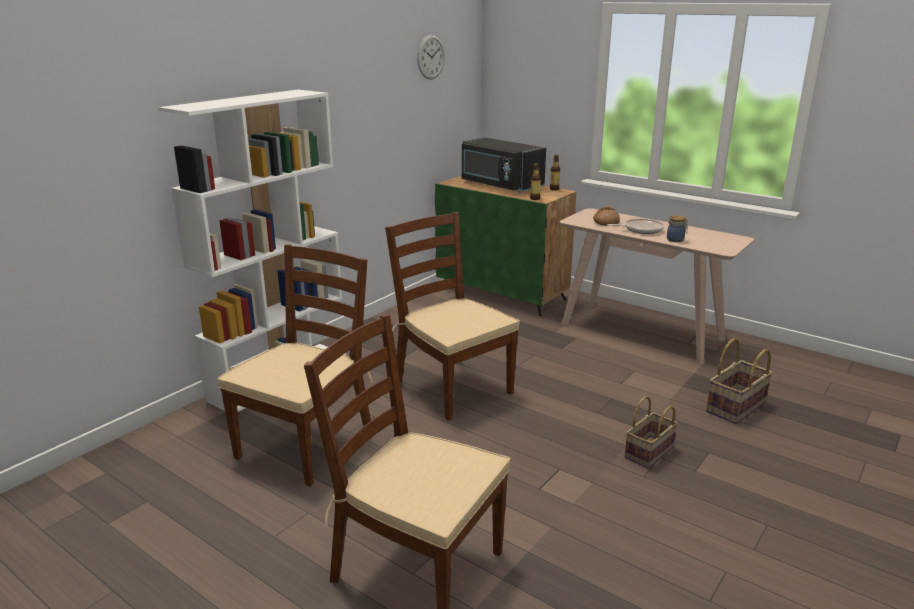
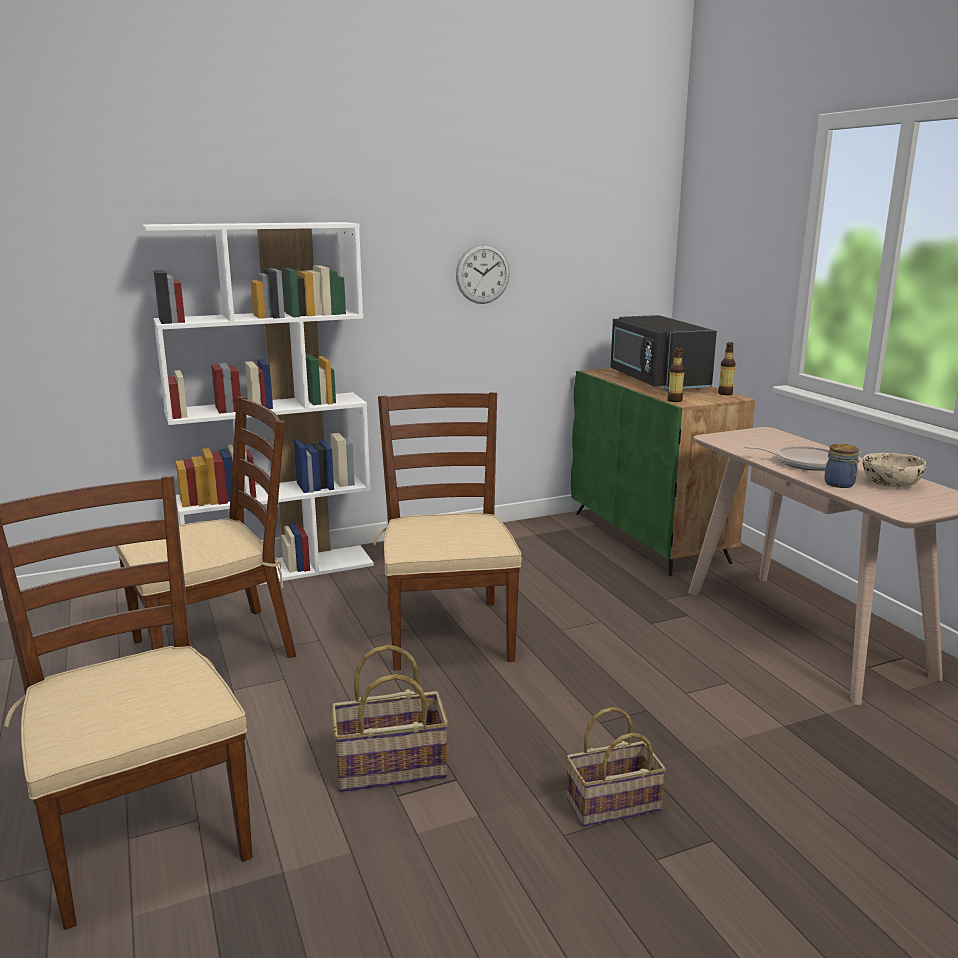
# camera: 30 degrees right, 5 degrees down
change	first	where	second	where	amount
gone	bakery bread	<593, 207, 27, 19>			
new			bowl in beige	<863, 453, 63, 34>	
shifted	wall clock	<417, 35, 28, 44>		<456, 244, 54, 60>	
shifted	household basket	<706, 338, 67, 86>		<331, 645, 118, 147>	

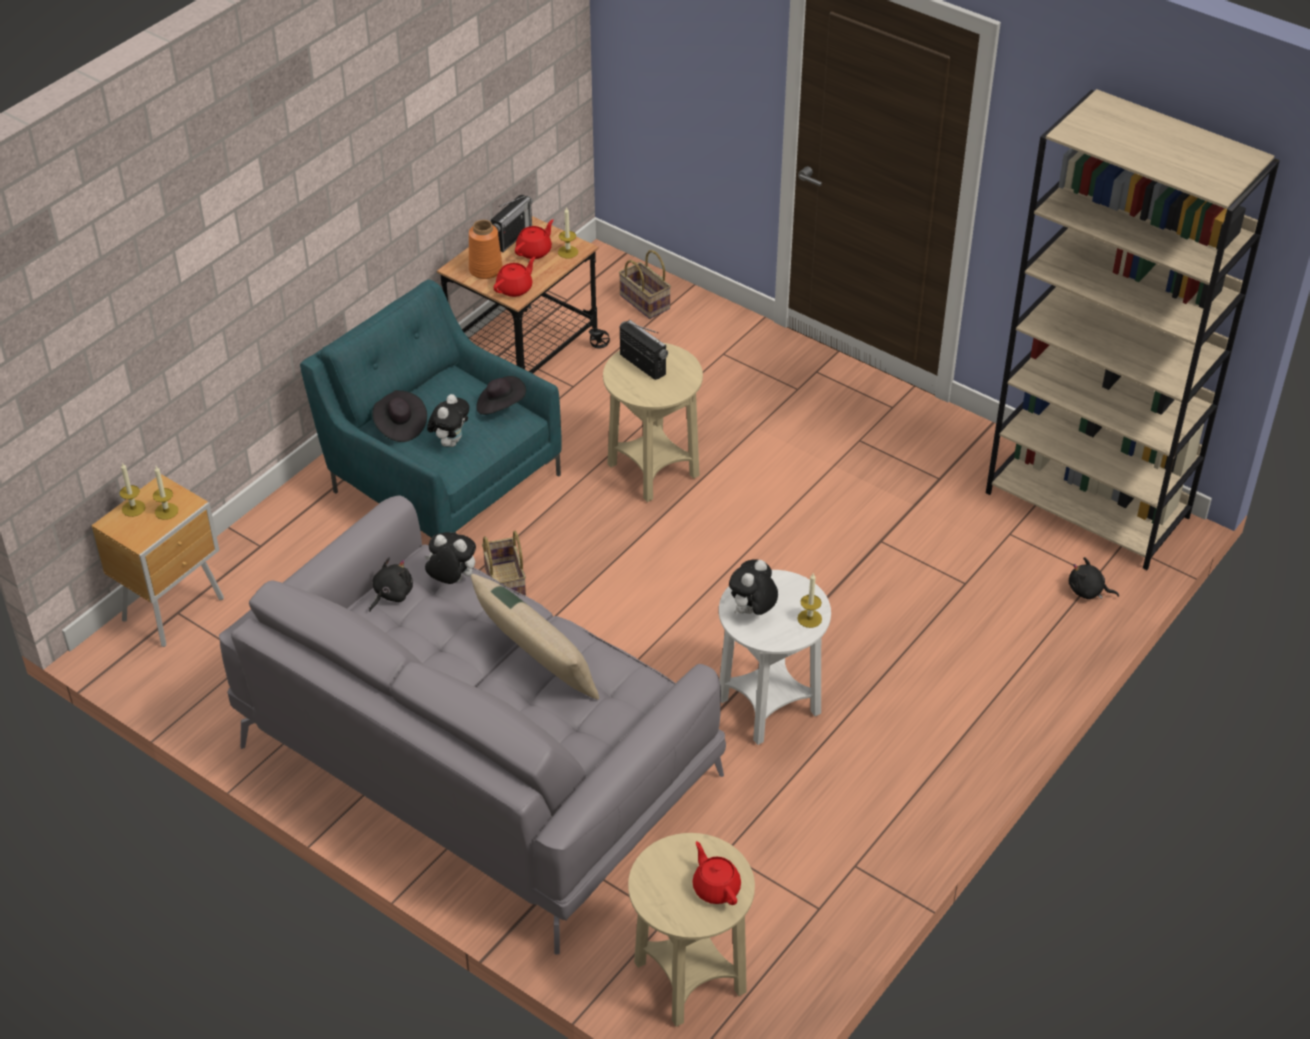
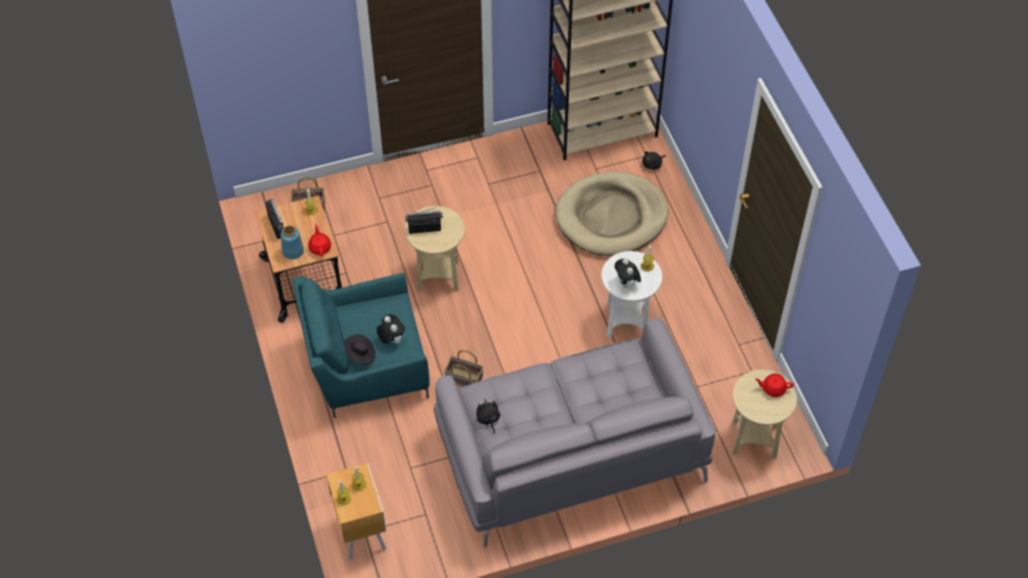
# camera: 55 degrees left, 10 degrees up
change	first	where	second	where	amount
gone	plush toy	<425, 532, 51, 52>			
gone	cushion in beige	<471, 574, 128, 126>			
gone	clothing hat in blackish	<476, 376, 50, 39>			
gone	pot for tea in red-coloured	<515, 219, 39, 40>			
new			pet bed in beige	<556, 171, 112, 85>	
repainted	flower vase in orangey	<469, 220, 34, 59>	flower vase in blue-coloured	<281, 226, 23, 34>	

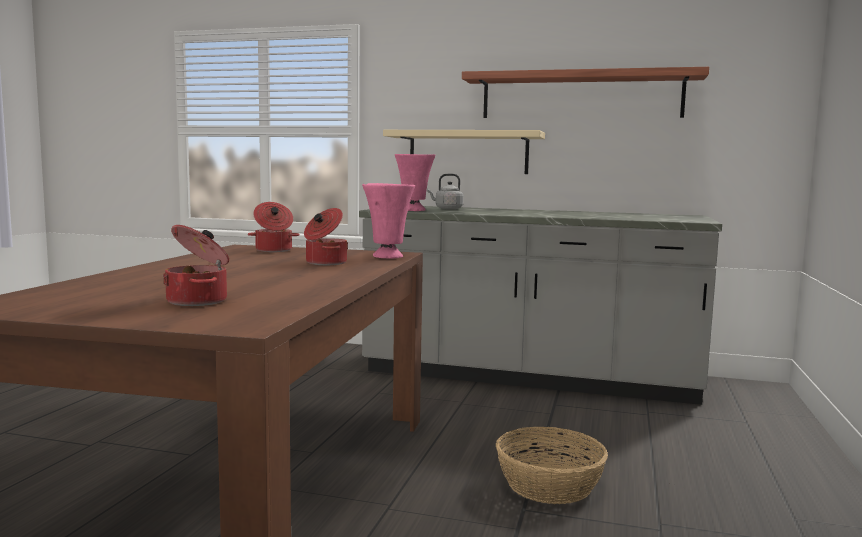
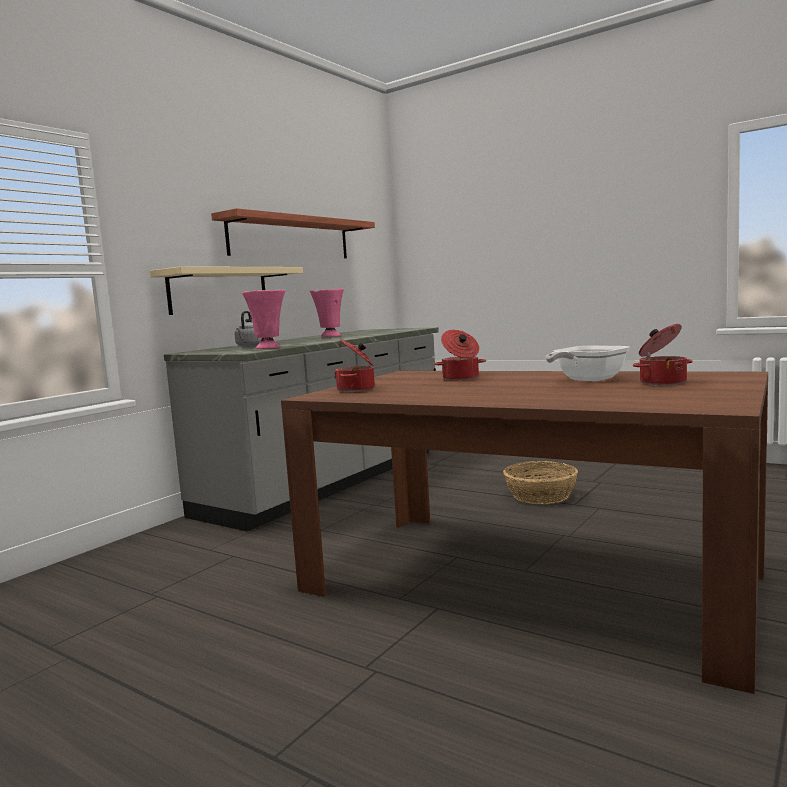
# camera: 70 degrees left, 0 degrees up
change	first	where	second	where	amount
new			pan	<545, 346, 85, 35>	
shifted	flower vase in pink-coloured	<362, 183, 53, 76>		<310, 289, 34, 48>	

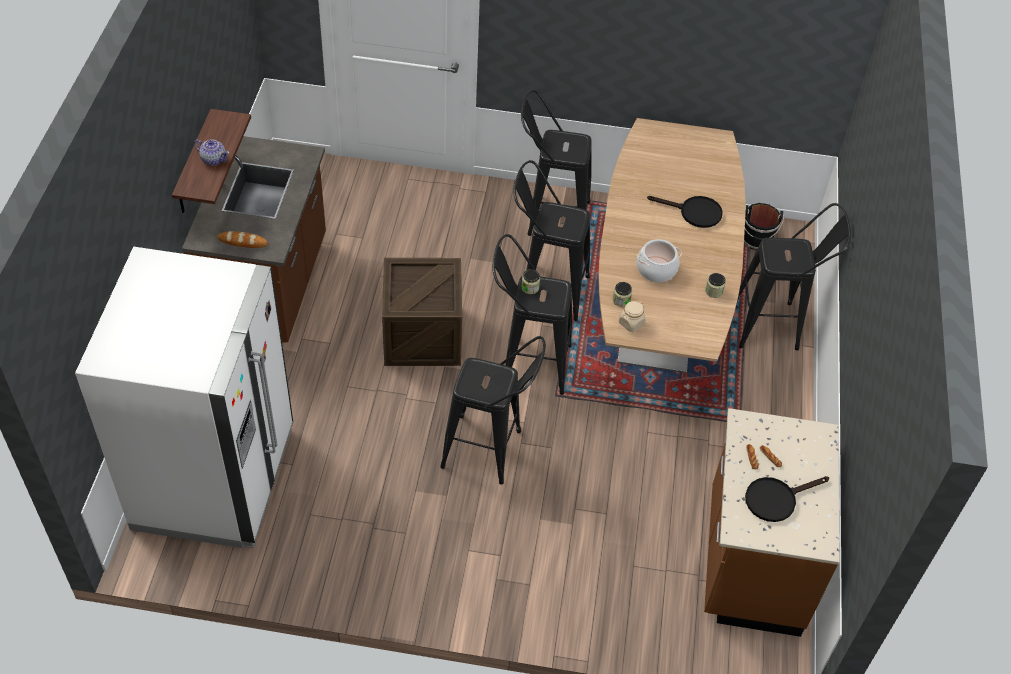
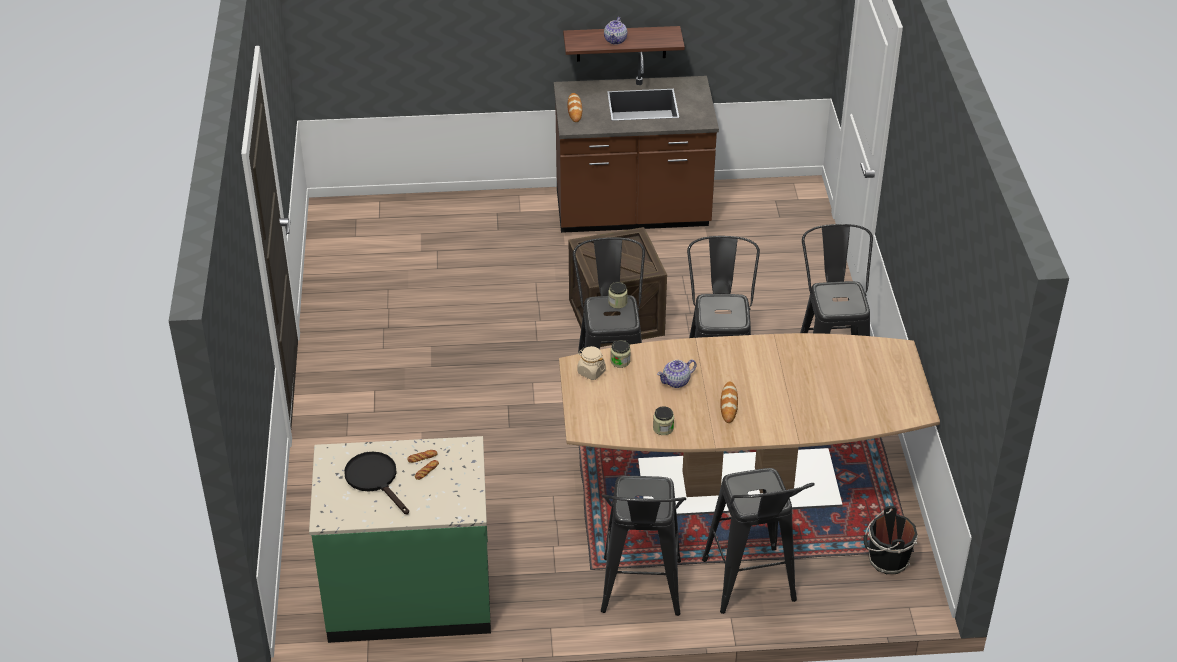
# camera: 80 degrees right, 10 degrees down
change	first	where	second	where	amount
gone	fridge in white	<75, 247, 218, 301>			
gone	pan in blackish	<647, 196, 76, 32>			
new			bakery bread	<720, 382, 18, 41>	
shifted	stool in blackish	<440, 336, 106, 148>		<601, 476, 85, 140>	
swapped	stockpot	<637, 239, 45, 43>	pot for tea	<657, 359, 39, 29>	
repainted	kitchen counter in brown	<704, 408, 136, 229>	kitchen counter in green-coloured	<309, 436, 182, 207>	

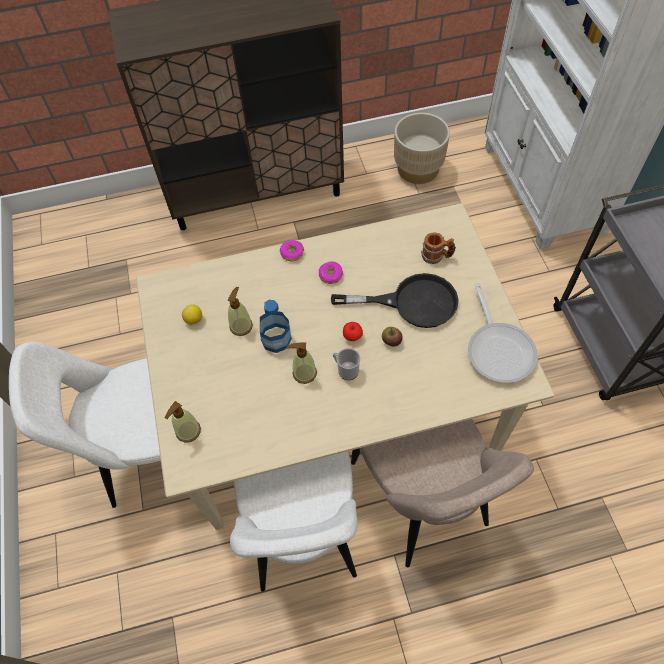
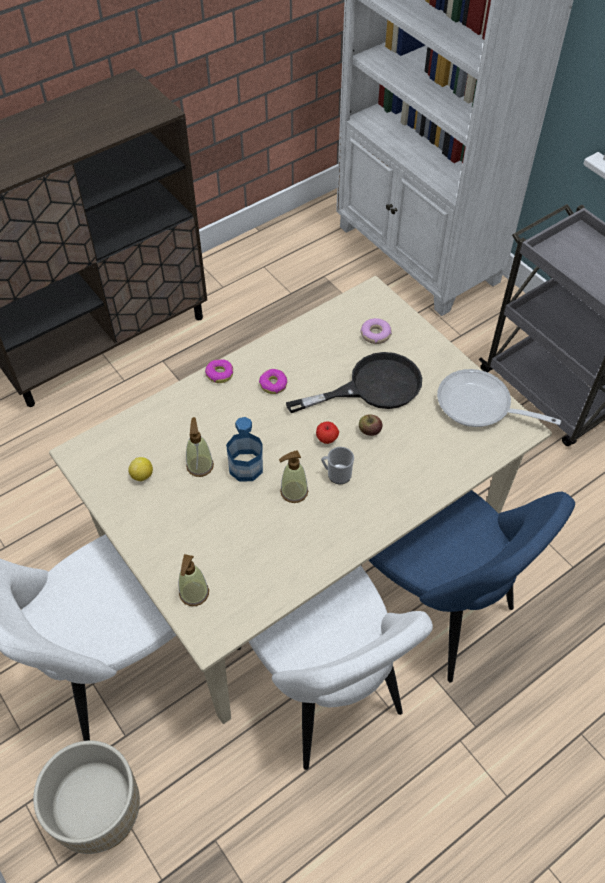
# camera: 25 degrees left, 5 degrees down
change	first	where	second	where	amount
shifted	flower pot in beige	<394, 113, 56, 71>		<33, 741, 107, 113>	
swapped	coffee mug	<421, 233, 35, 31>	doughnut	<360, 318, 32, 26>	
repainted	upright chair in beige	<351, 419, 183, 148>	upright chair in blue-coloured	<361, 490, 214, 192>	
rotated	pan	<468, 283, 70, 100>		<437, 369, 124, 58>	150 degrees clockwise

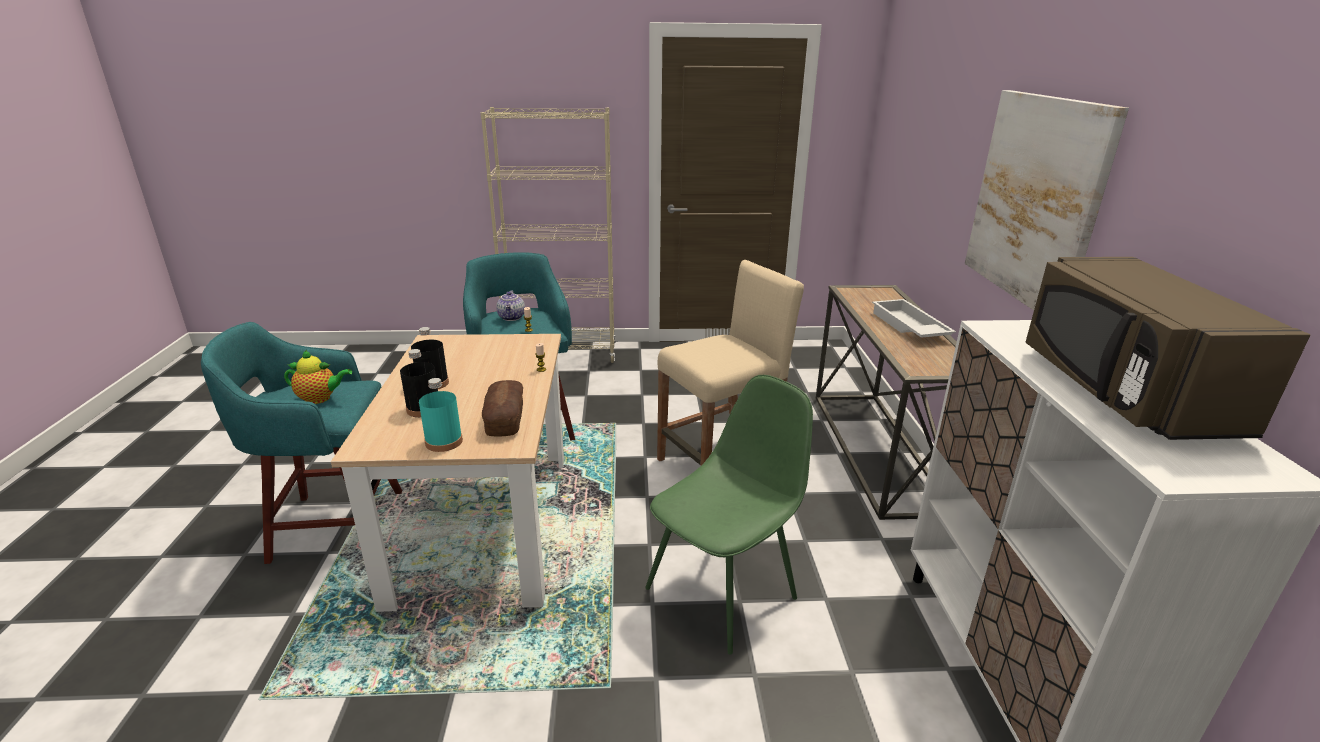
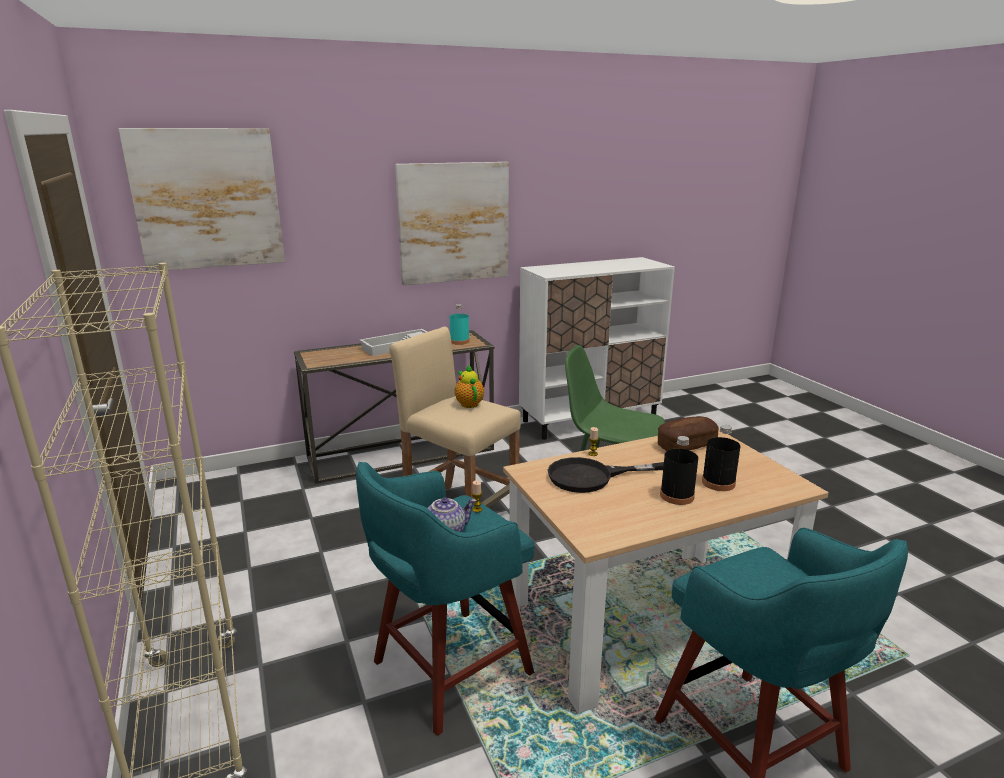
# camera: 110 degrees left, 5 degrees down
change	first	where	second	where	amount
gone	microwave in brown	<1026, 257, 284, 183>			
new			wall art	<118, 128, 167, 143>	
new			pan in blackish	<548, 457, 116, 36>	
shifted	pot for tea	<284, 350, 68, 54>		<454, 365, 30, 43>	
shifted	drink bottle in blue-green	<419, 378, 44, 74>		<450, 304, 19, 41>	

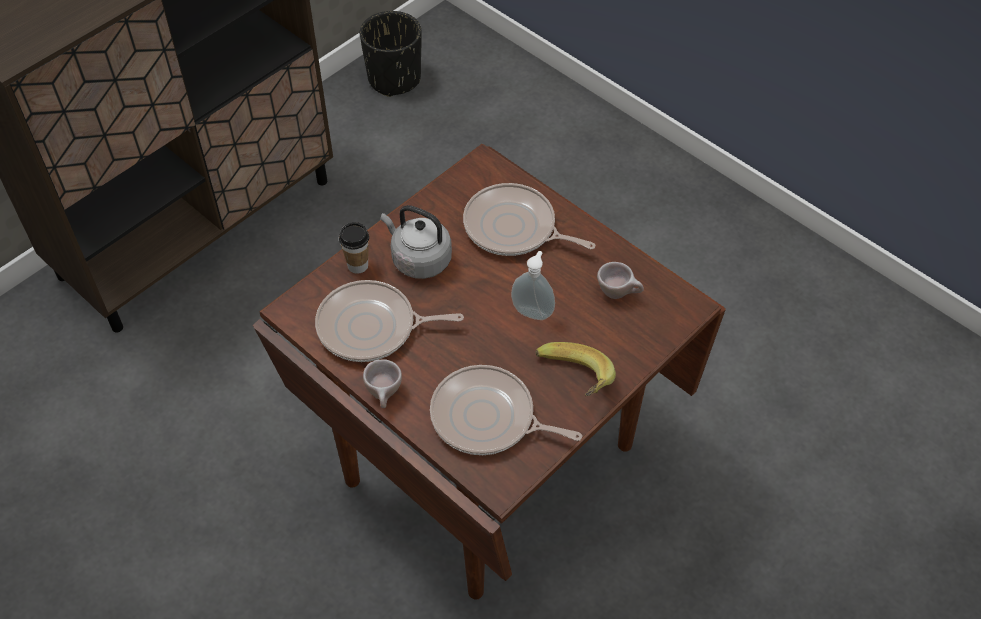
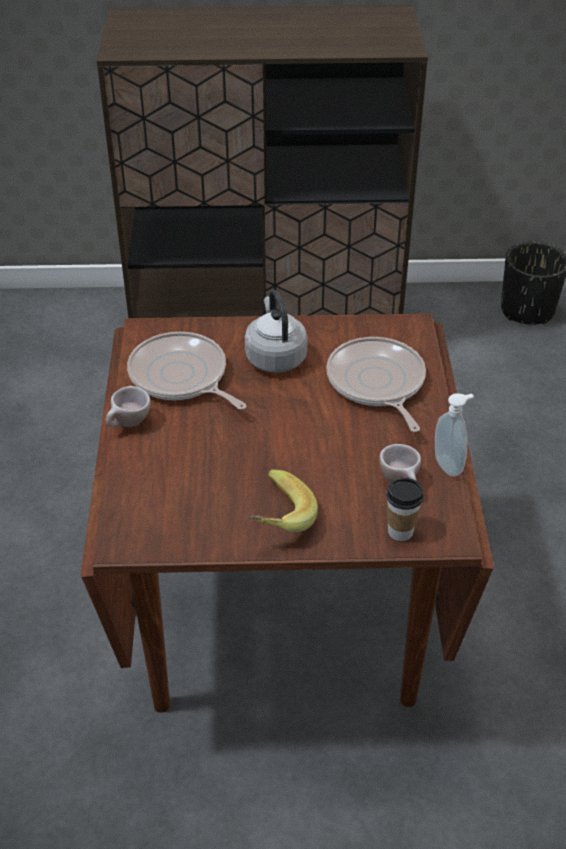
# camera: 45 degrees right, 10 degrees down
change	first	where	second	where	amount
gone	pan	<430, 365, 152, 90>			
shifted	drinking cup	<339, 222, 30, 52>		<386, 478, 37, 63>	
shifted	soap bottle	<511, 251, 44, 69>		<435, 393, 39, 83>	

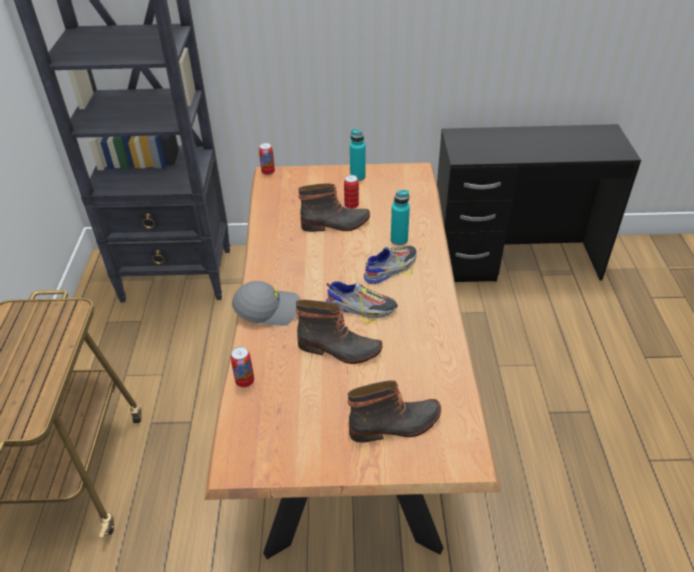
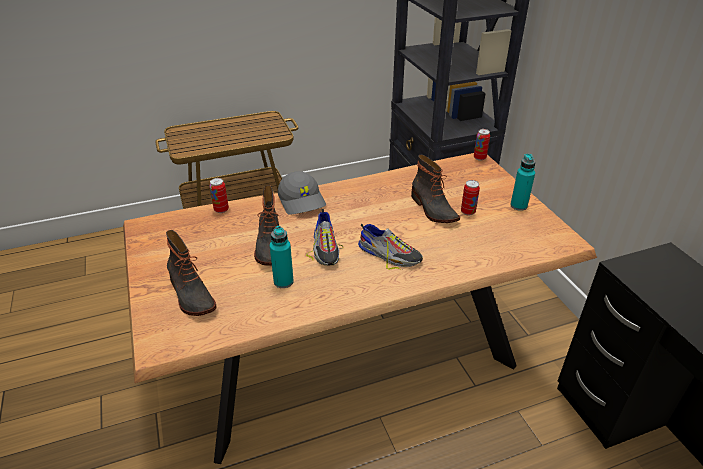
# camera: 70 degrees right, 5 degrees down
change	first	where	second	where	amount
shifted	drink bottle in blue-green	<391, 190, 19, 55>		<270, 226, 24, 62>	

